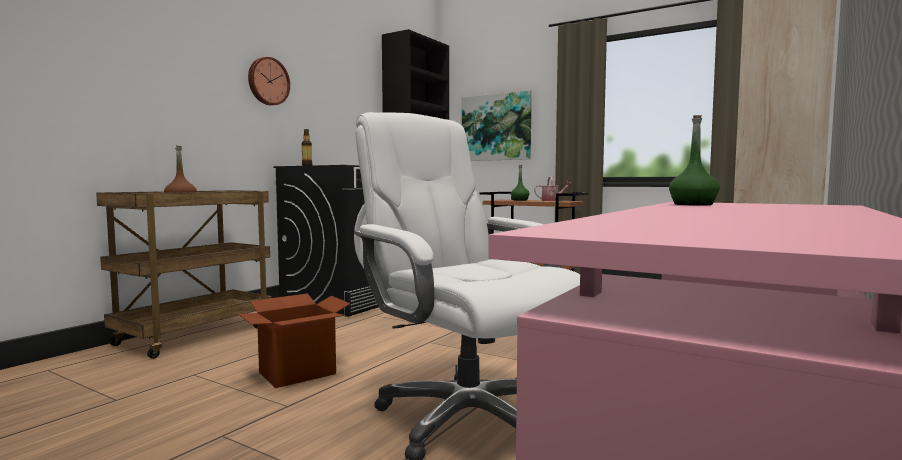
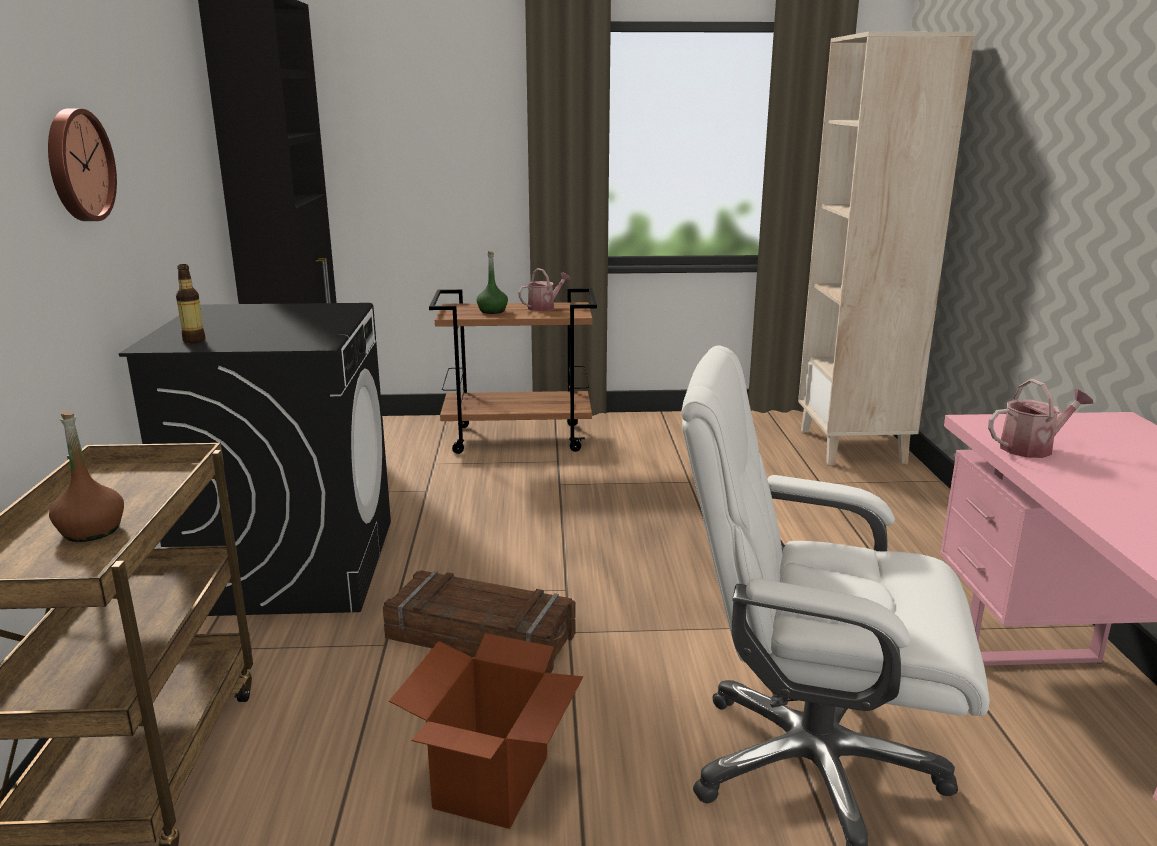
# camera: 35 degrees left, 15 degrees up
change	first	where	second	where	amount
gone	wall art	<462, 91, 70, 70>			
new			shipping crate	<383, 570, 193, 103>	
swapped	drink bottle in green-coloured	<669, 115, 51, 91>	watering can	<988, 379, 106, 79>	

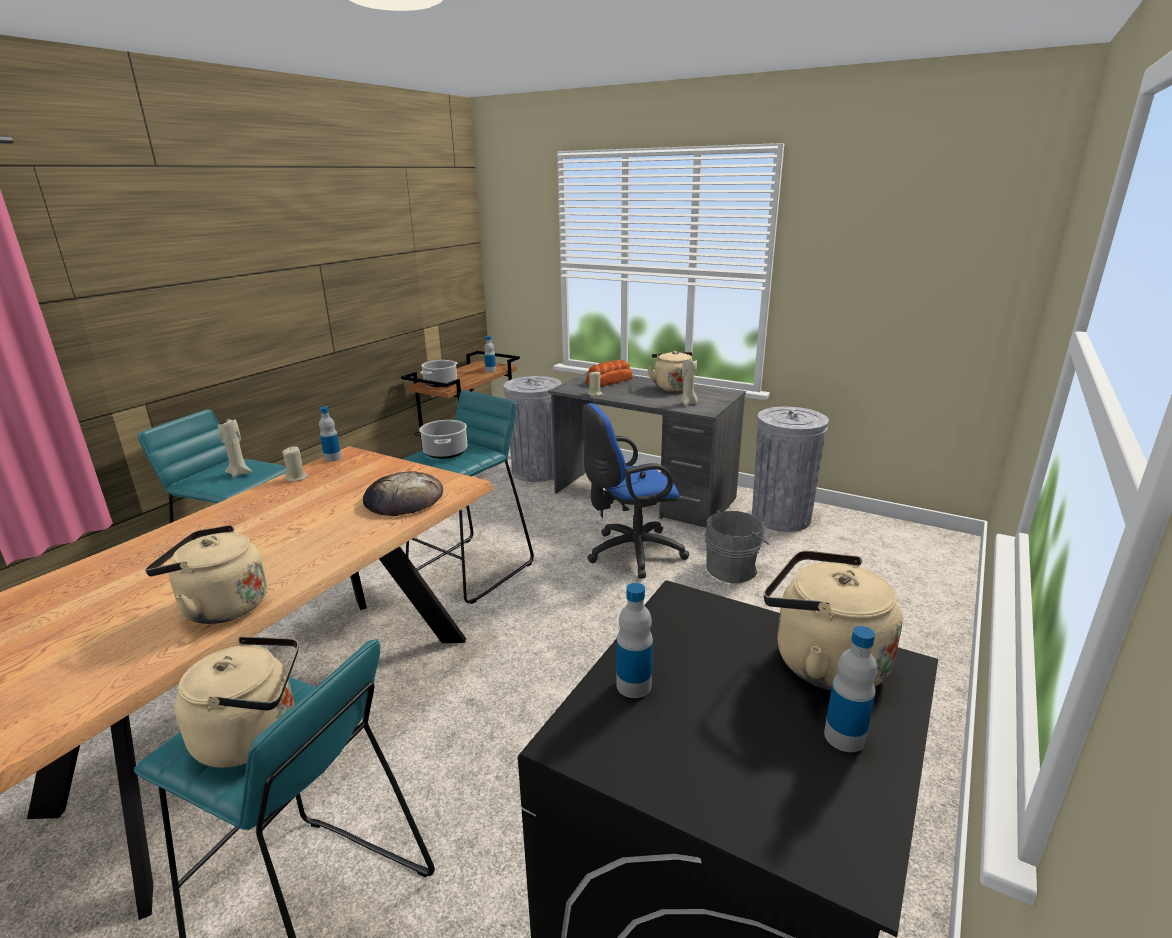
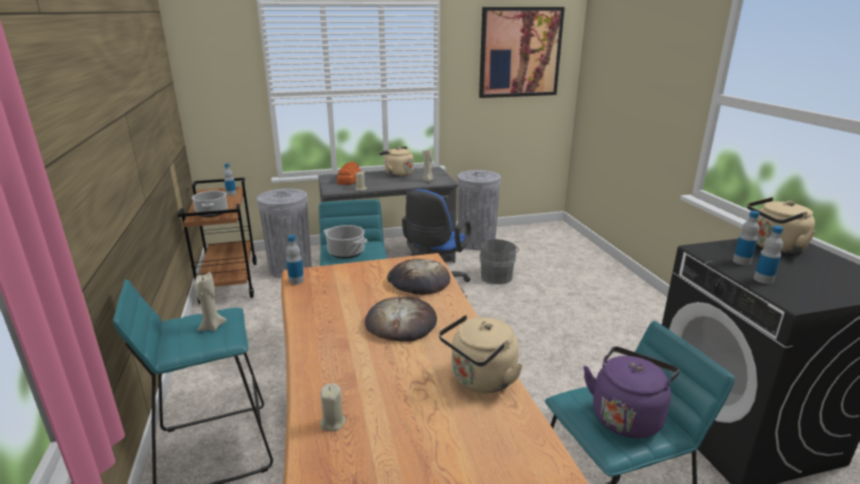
# camera: 45 degrees left, 0 degrees up
change	first	where	second	where	amount
new			bakery bread	<365, 297, 72, 45>	
new			wall art	<479, 7, 86, 91>	
shifted	wax candle in beige	<282, 446, 26, 36>		<320, 384, 26, 47>	
shifted	drink bottle	<824, 626, 53, 126>		<733, 211, 27, 54>	
repainted	kettle in beige	<174, 636, 125, 132>	kettle in purple	<583, 346, 97, 92>	

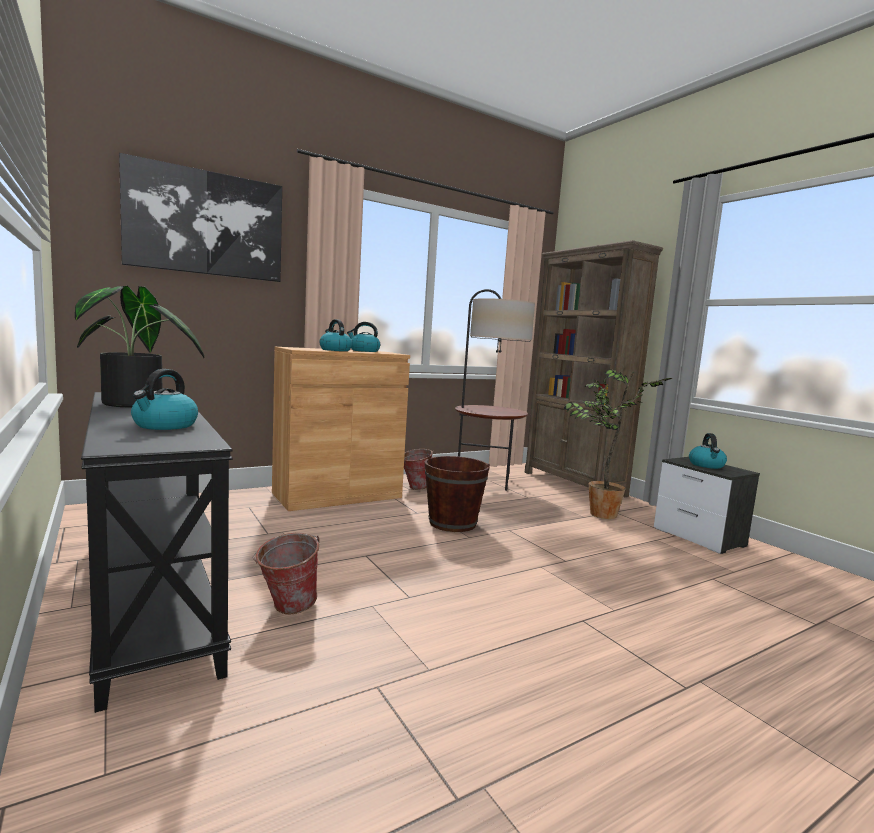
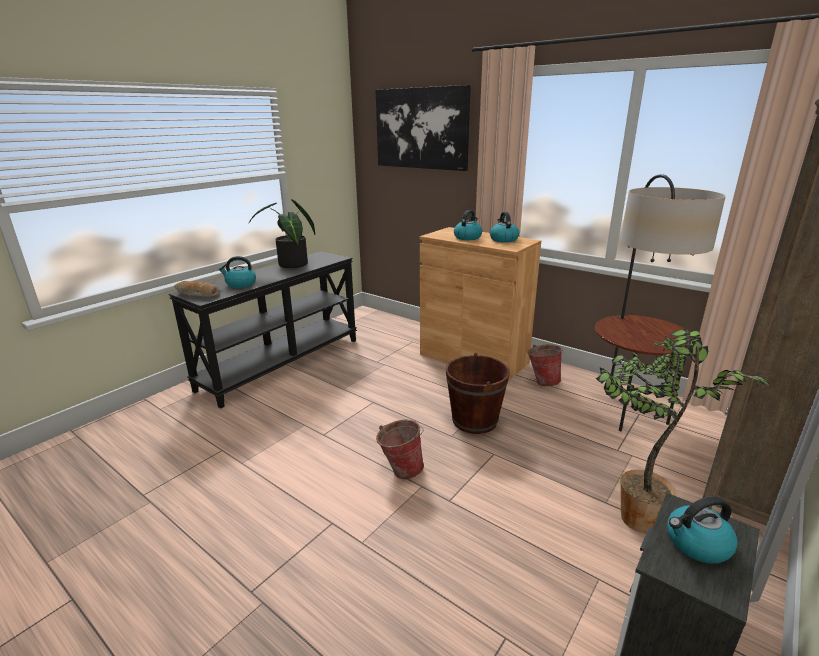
# camera: 70 degrees right, 15 degrees up
change	first	where	second	where	amount
new			bakery bread	<174, 281, 46, 16>	
shifted	bucket	<253, 533, 67, 81>		<376, 419, 48, 60>	

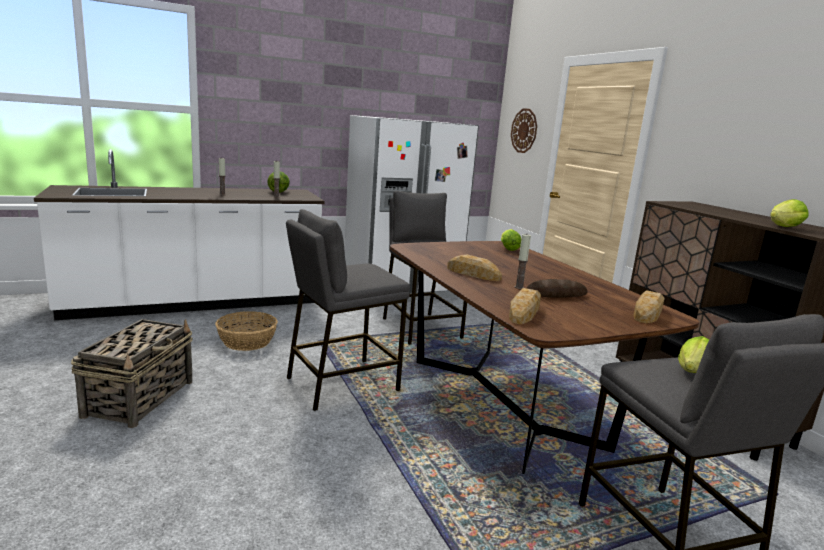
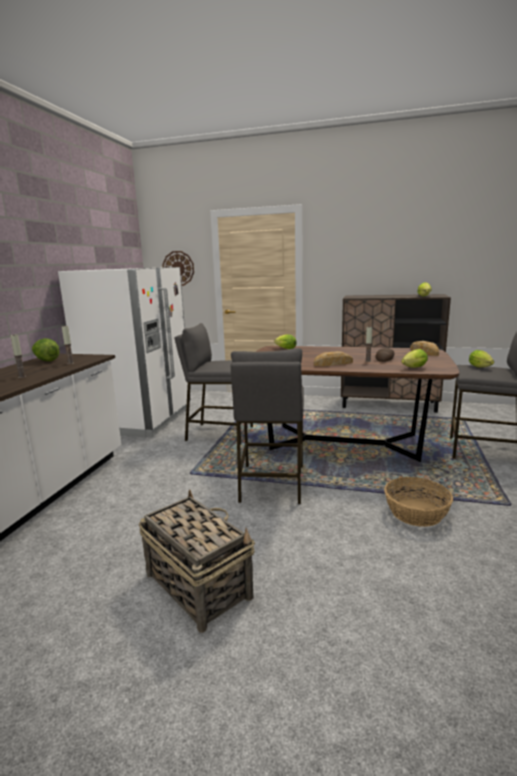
# camera: 50 degrees left, 0 degrees up
change	first	where	second	where	amount
shifted	household basket	<215, 311, 63, 40>		<384, 477, 69, 50>	
swapped	bakery bread	<509, 288, 32, 36>	head of lettuce	<401, 349, 27, 19>	

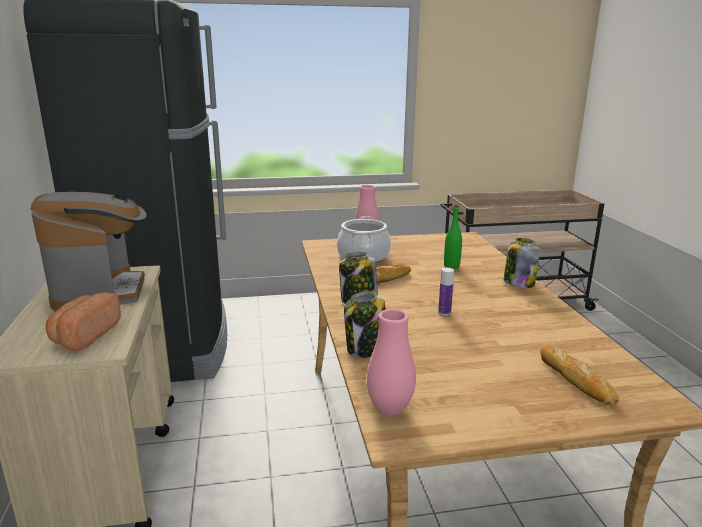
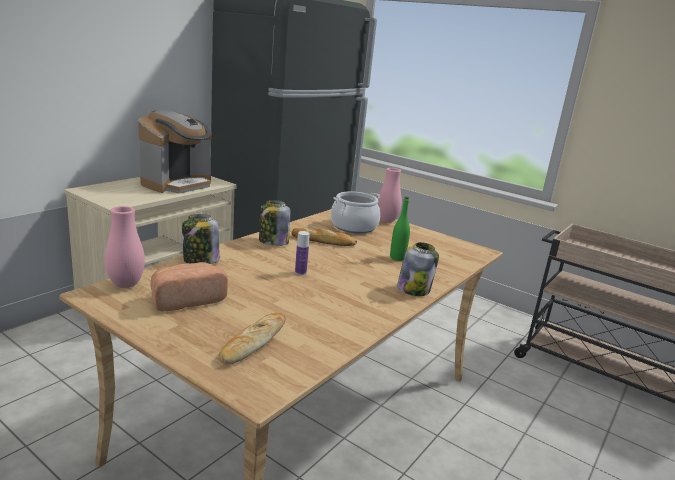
# camera: 45 degrees right, 0 degrees up
change	first	where	second	where	amount
shifted	bakery bread	<46, 292, 75, 59>		<151, 262, 77, 49>	

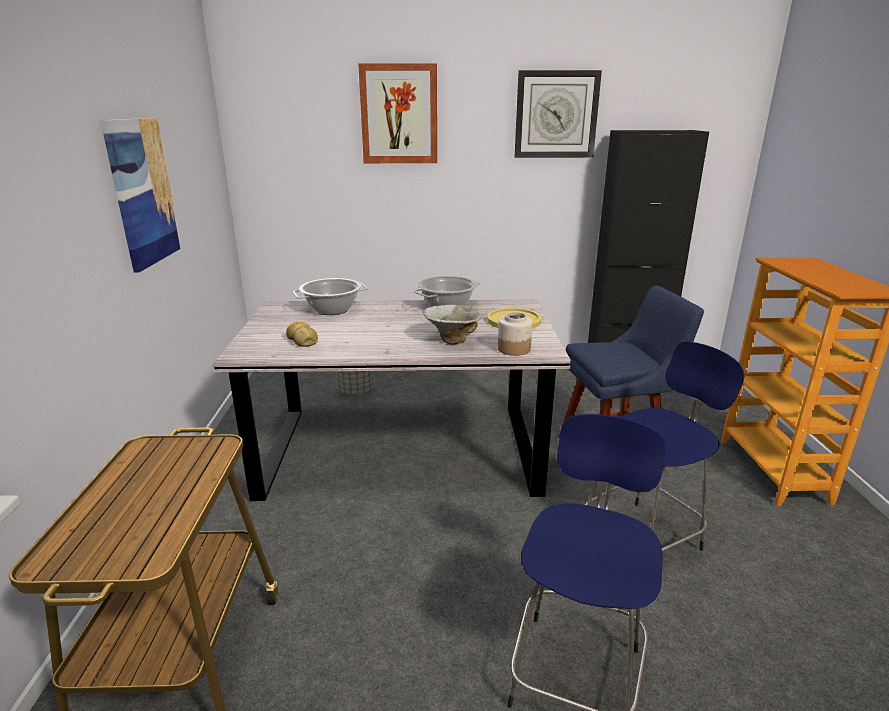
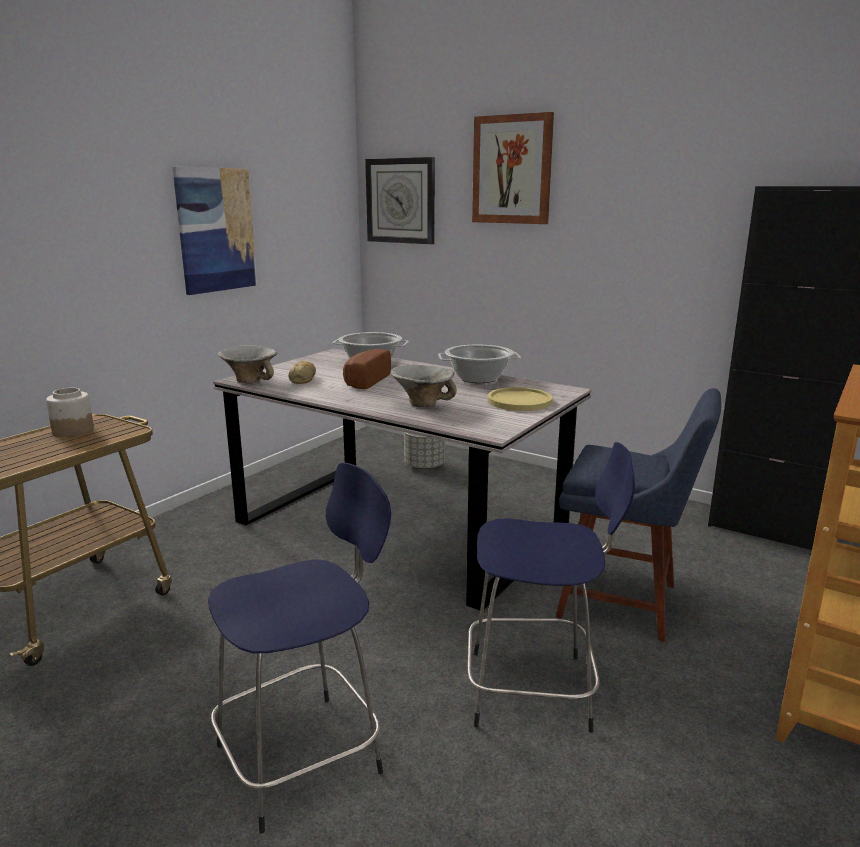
# camera: 35 degrees right, 5 degrees down
change	first	where	second	where	amount
new			bowl	<218, 345, 60, 39>	
new			bakery bread	<343, 349, 48, 40>	
shifted	storage jar	<498, 312, 34, 44>		<46, 388, 48, 49>	
shifted	wall clock	<515, 70, 87, 88>		<365, 157, 70, 87>	

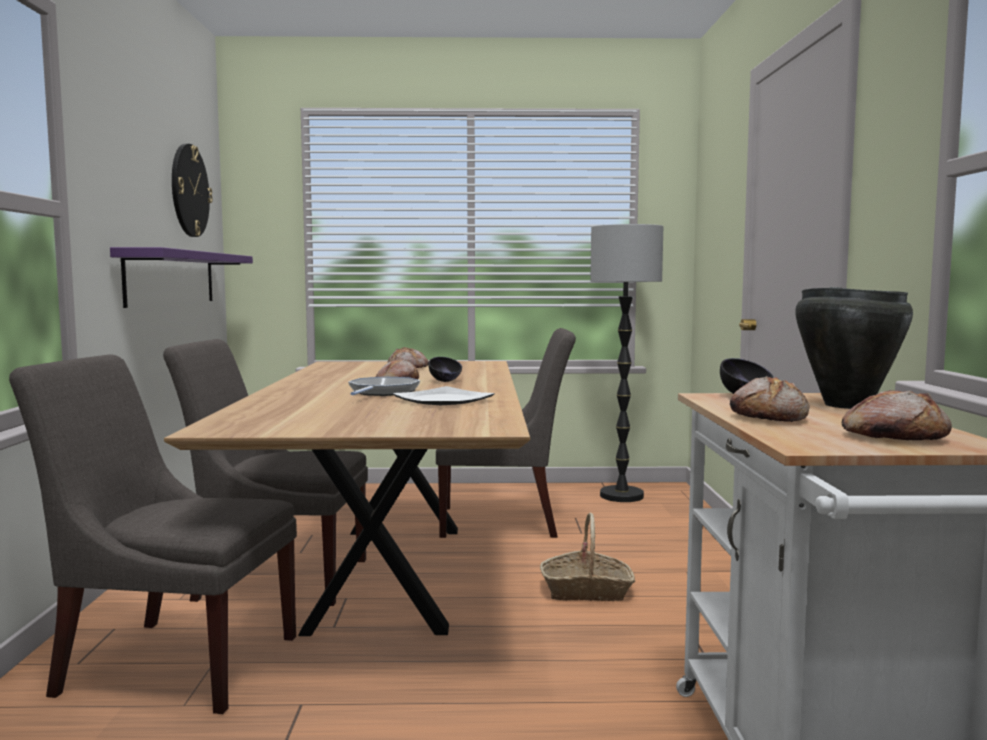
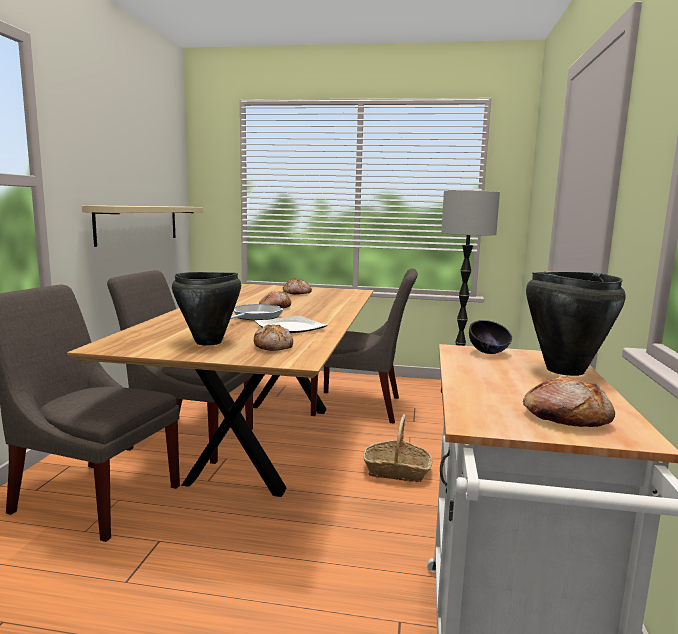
# camera: 10 degrees right, 5 degrees up
change	first	where	second	where	amount
gone	wall clock	<172, 144, 41, 93>			
gone	bowl in blackish	<429, 357, 33, 25>			
new			stockpot in blackish	<172, 272, 69, 74>	
shifted	bakery bread	<730, 376, 80, 46>		<254, 324, 39, 27>	
repainted	bracket shelf in purple	<110, 247, 143, 61>	bracket shelf in beige	<82, 205, 121, 42>	

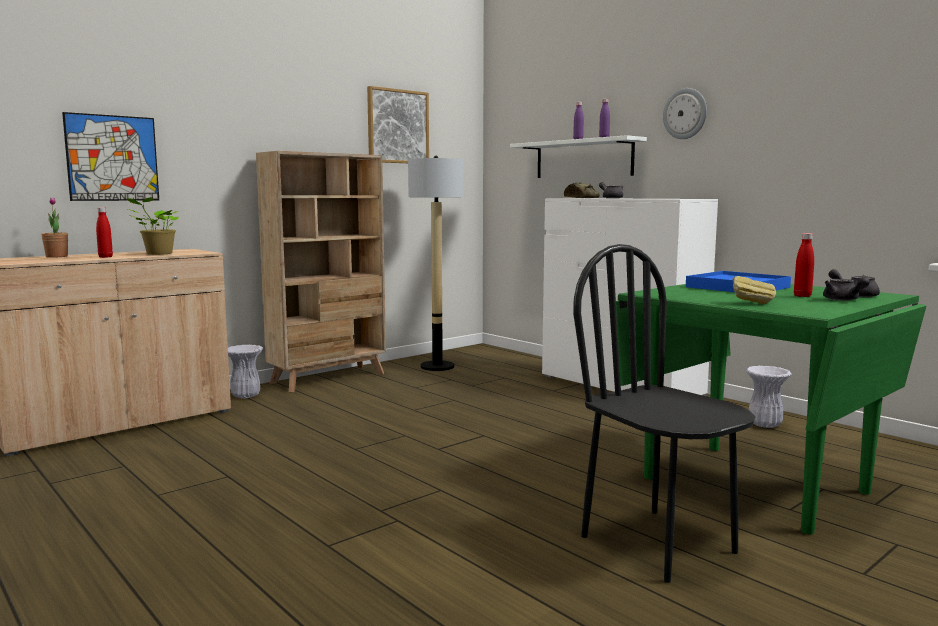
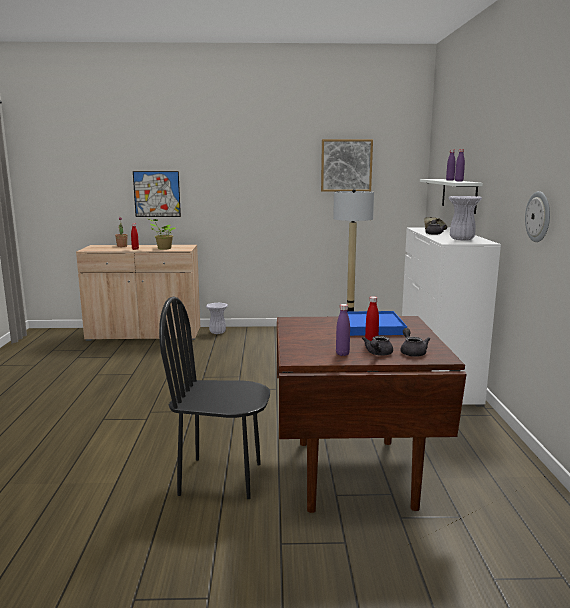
# camera: 40 degrees right, 5 degrees up
change	first	where	second	where	amount
gone	shelving unit in beige	<256, 151, 130, 241>			
gone	bakery bread	<733, 276, 43, 28>			
new			drink bottle in purple	<336, 304, 14, 52>	
shifted	wall clock	<663, 88, 44, 51>		<525, 191, 25, 51>	
shifted	flower vase in white	<746, 366, 46, 62>		<449, 196, 33, 45>	
repainted	dining table in green-coloured	<616, 284, 311, 251>	dining table in brown	<277, 316, 189, 197>	
rotated	upright chair in blackish	<573, 244, 182, 339>		<159, 296, 111, 203>	90 degrees counterclockwise

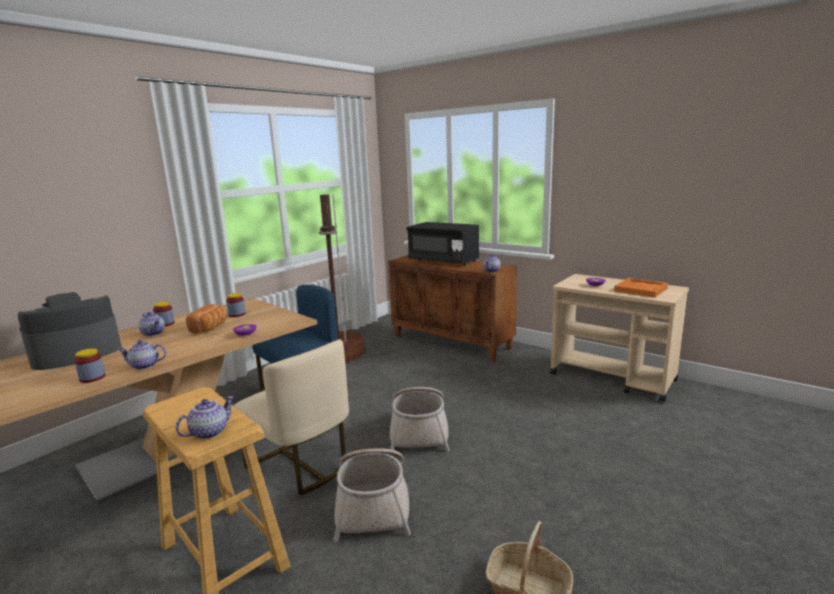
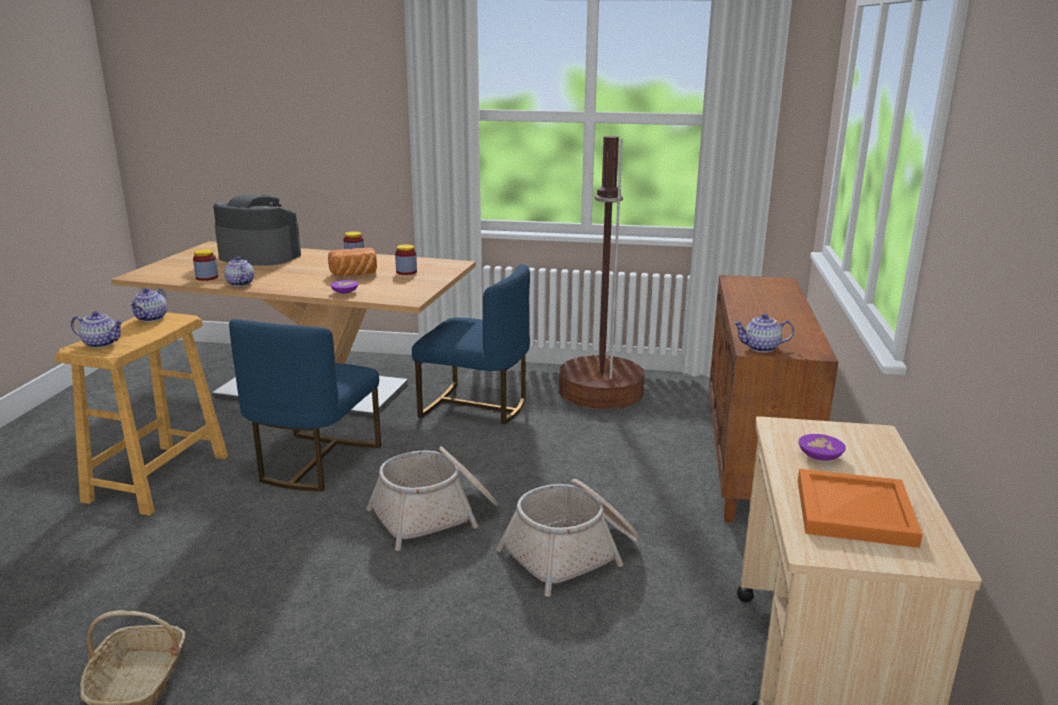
# camera: 60 degrees right, 5 degrees up
change	first	where	second	where	amount
gone	microwave in blackish	<406, 222, 74, 44>			
shifted	pot for tea	<138, 312, 27, 24>		<129, 288, 38, 34>	
shifted	household basket	<333, 448, 78, 94>		<496, 479, 144, 118>	
repainted	upright chair in beige	<233, 339, 116, 157>	upright chair in blue-coloured	<229, 319, 152, 172>	

